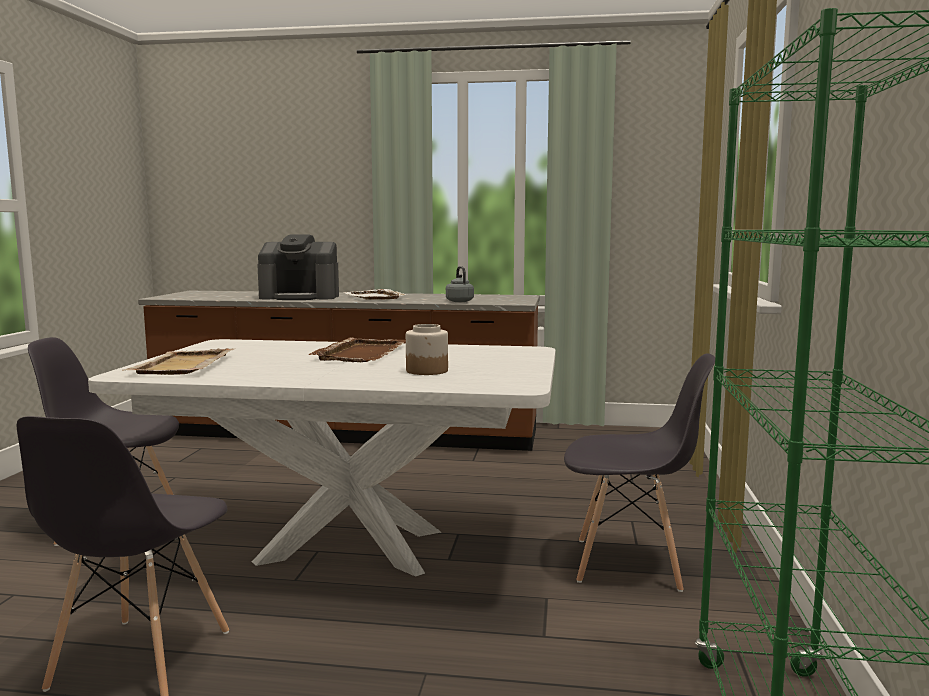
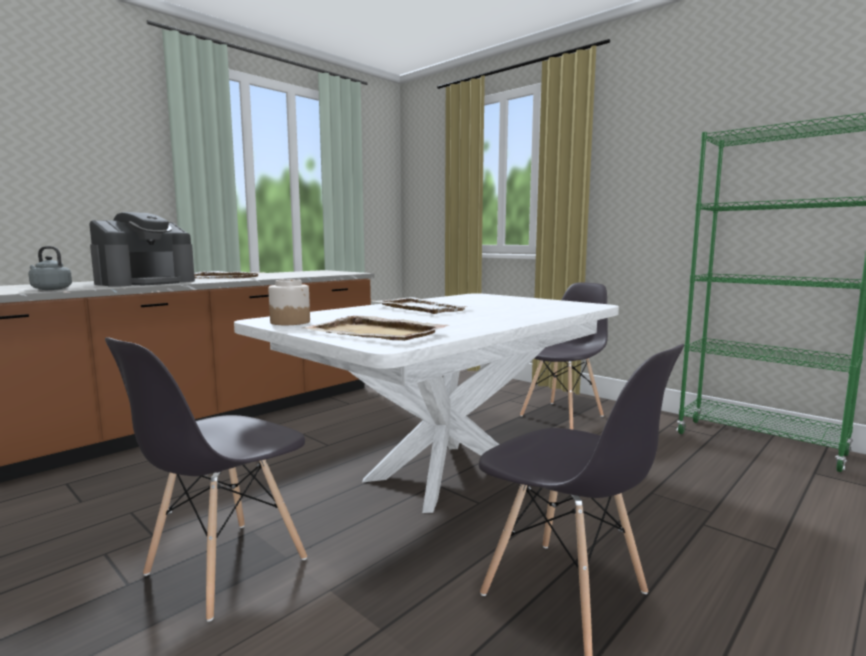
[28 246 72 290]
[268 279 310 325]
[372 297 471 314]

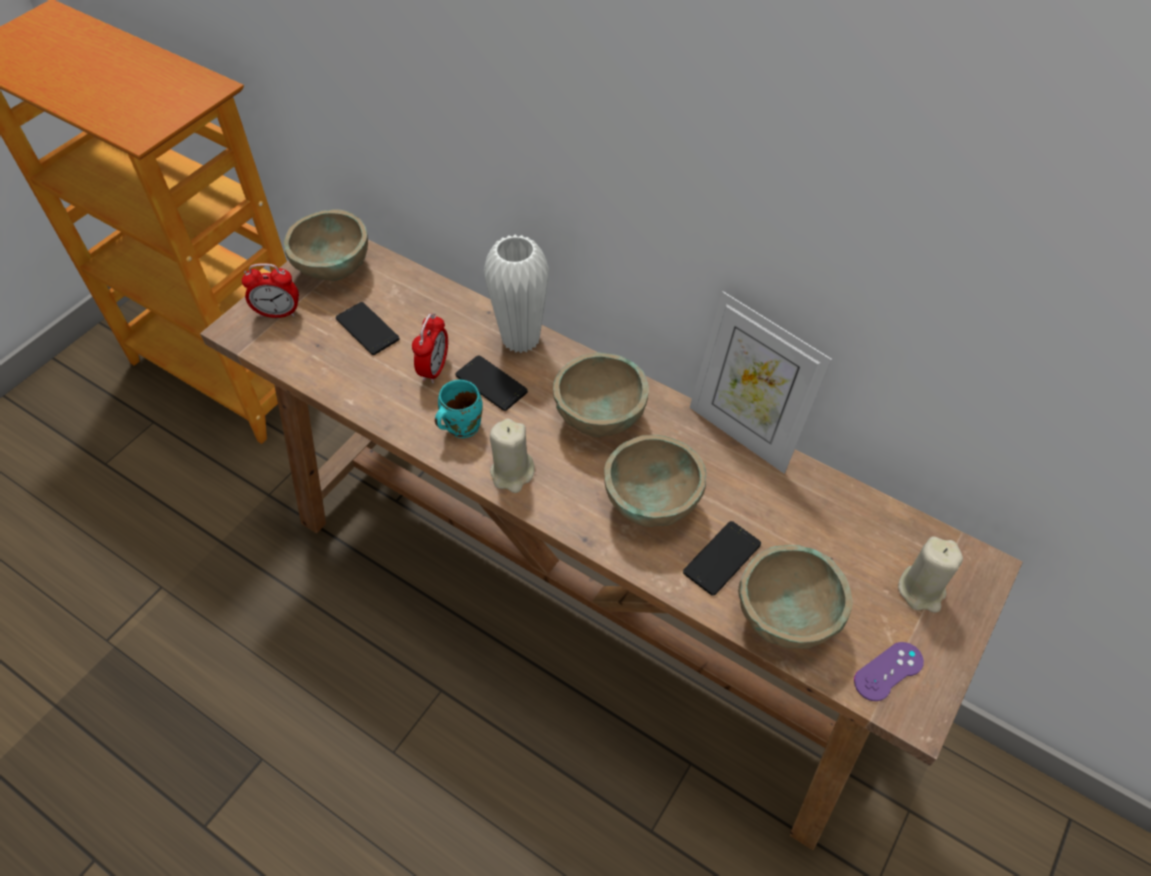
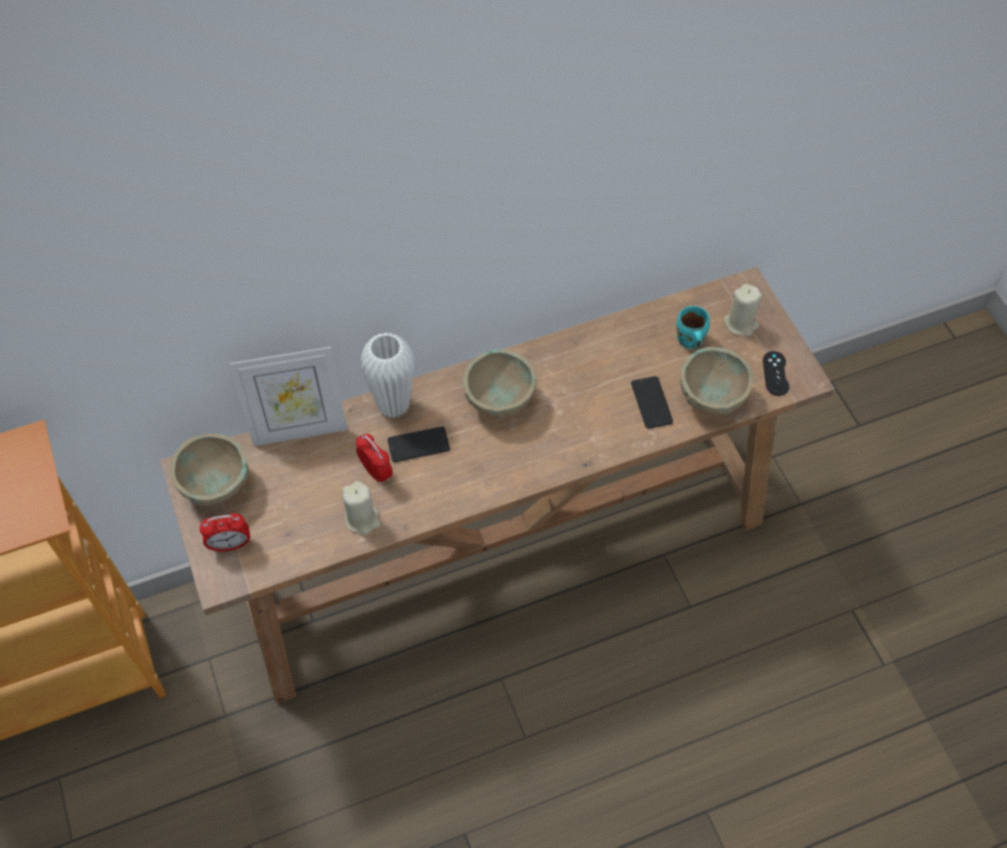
[200 513 250 552]
[229 347 347 446]
[336 302 400 355] (first image)
[676 306 710 349]
[342 481 381 535]
[604 435 706 527] (first image)
[763 351 789 396]

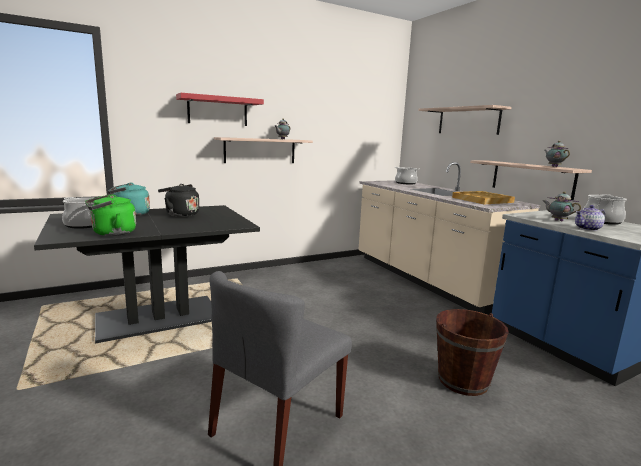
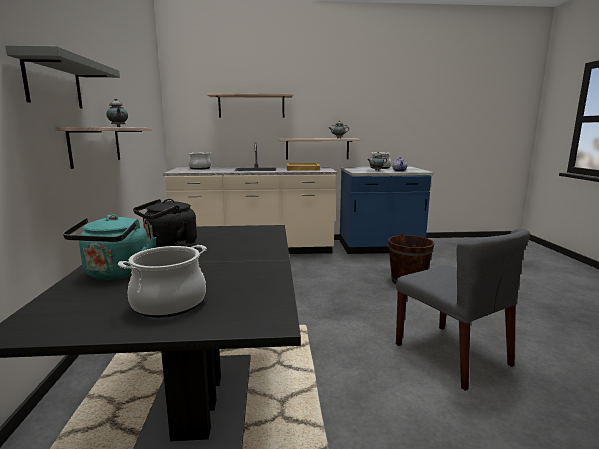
[5 45 120 109]
[85 194 136 236] (first image)

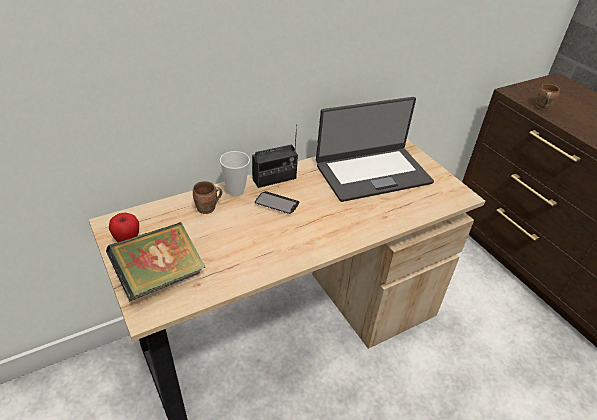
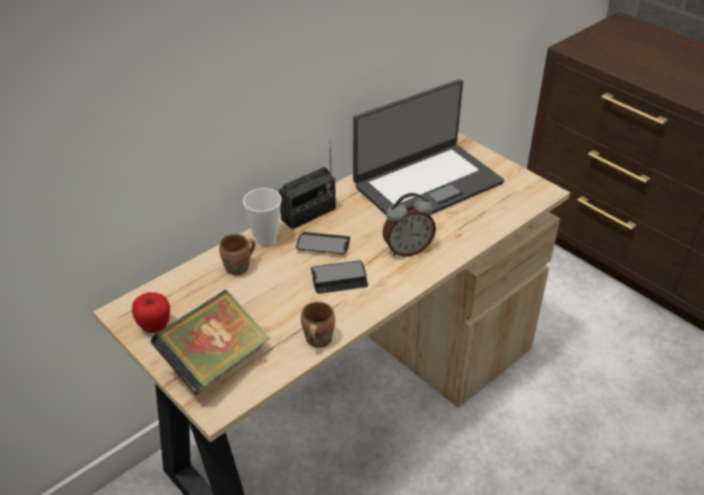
[301 302 335 348]
[383 193 436 257]
[311 260 368 294]

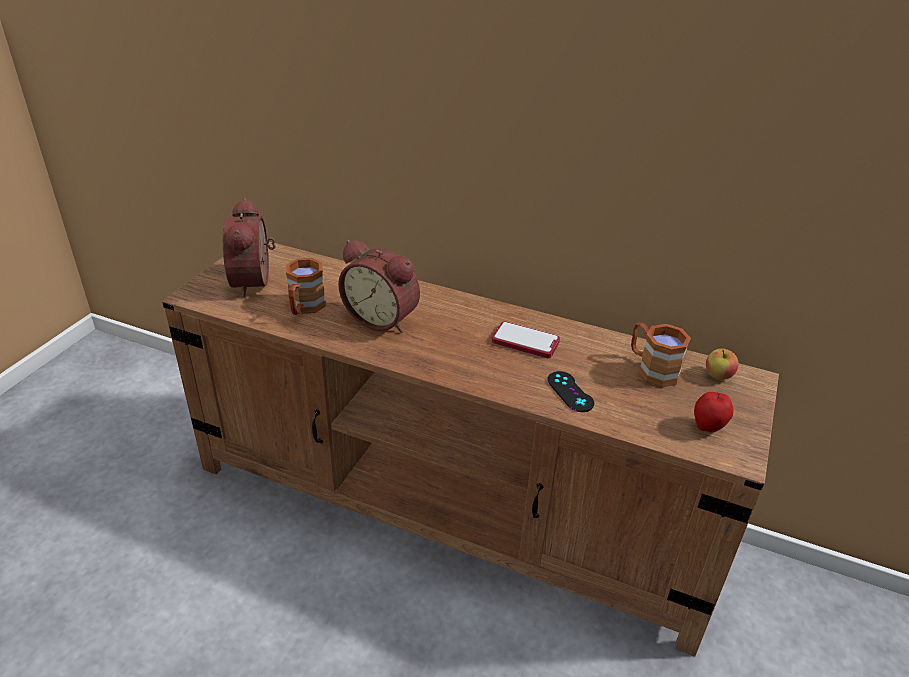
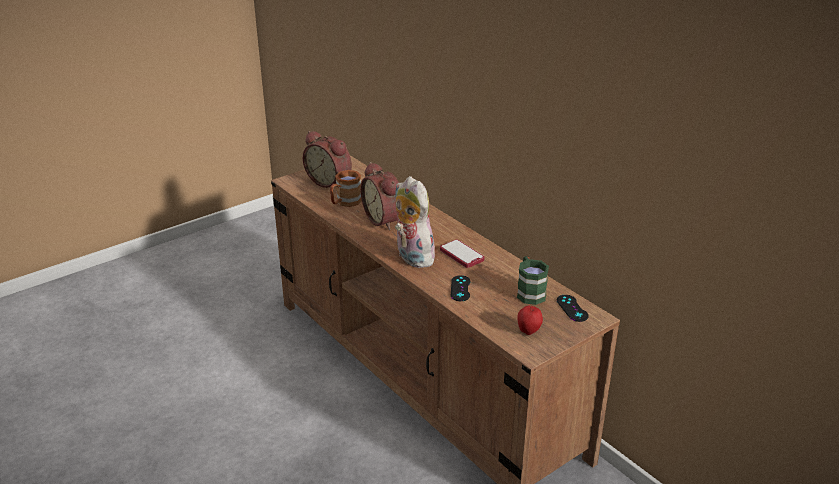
[303 131 352 188]
[517 256 549 305]
[557 295 589 322]
[395 176 435 268]

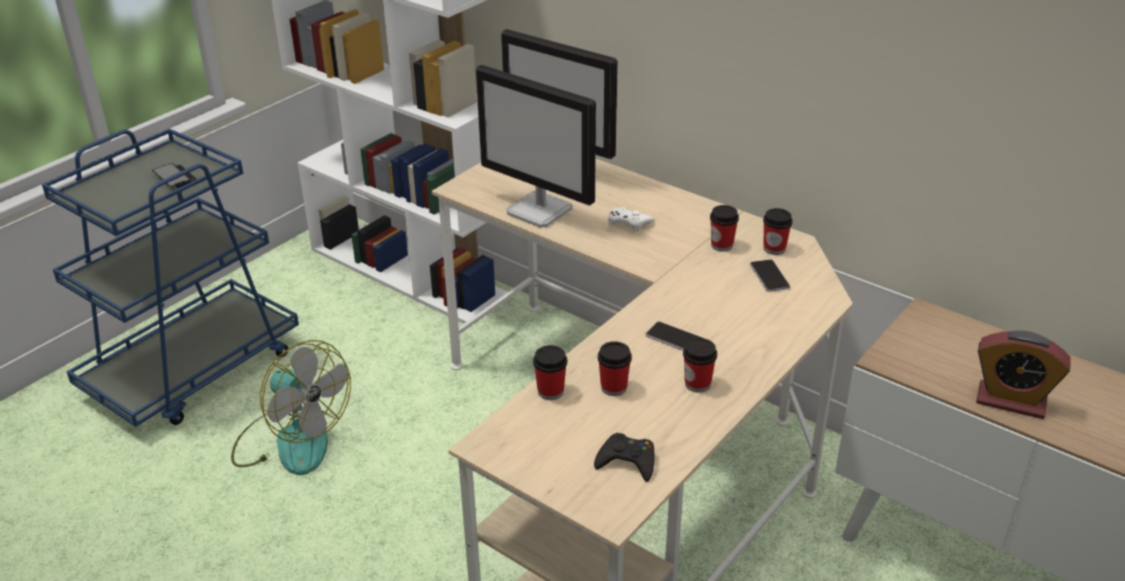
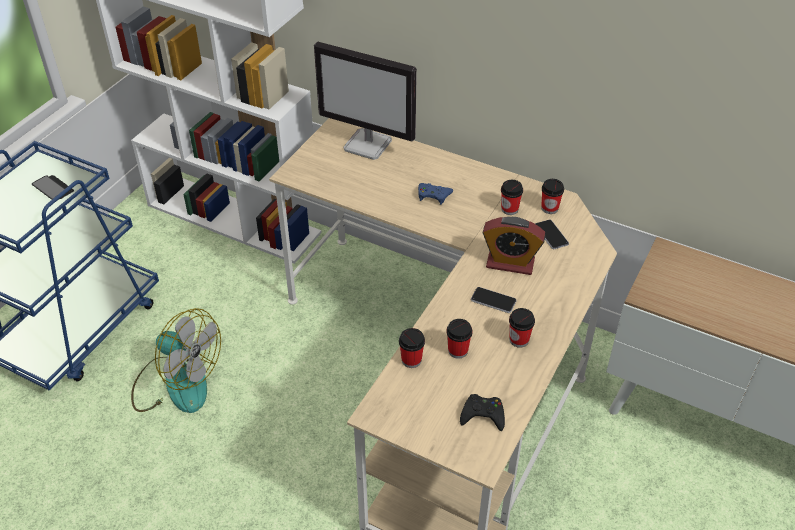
[476 65 596 228] (first image)
[418 183 453 205]
[483 217 545 275]

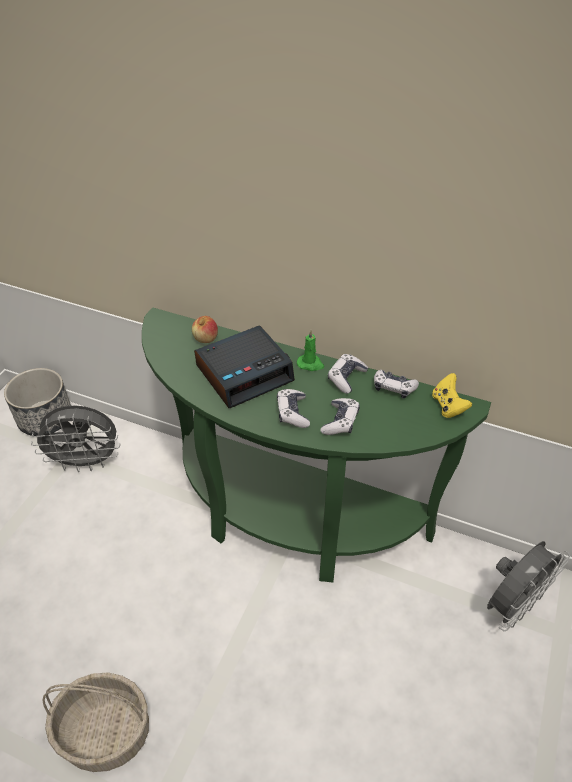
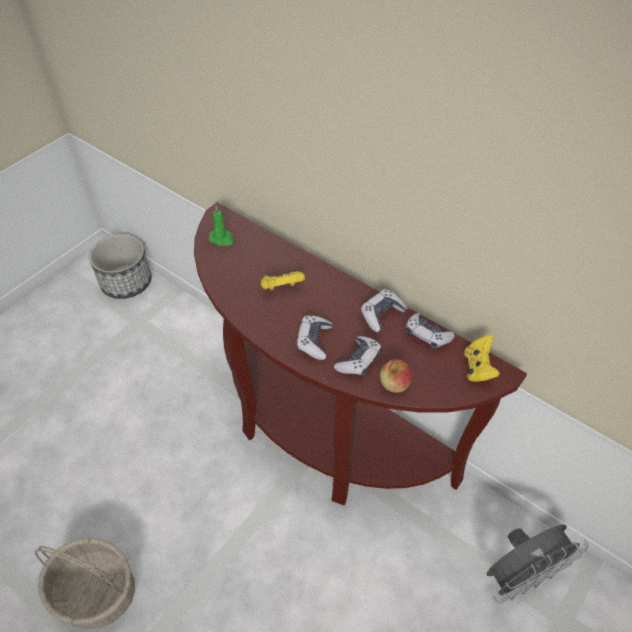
[194 202 527 506]
[380 359 412 393]
[261 271 305 291]
[209 206 234 246]
[31 405 121 472] (first image)

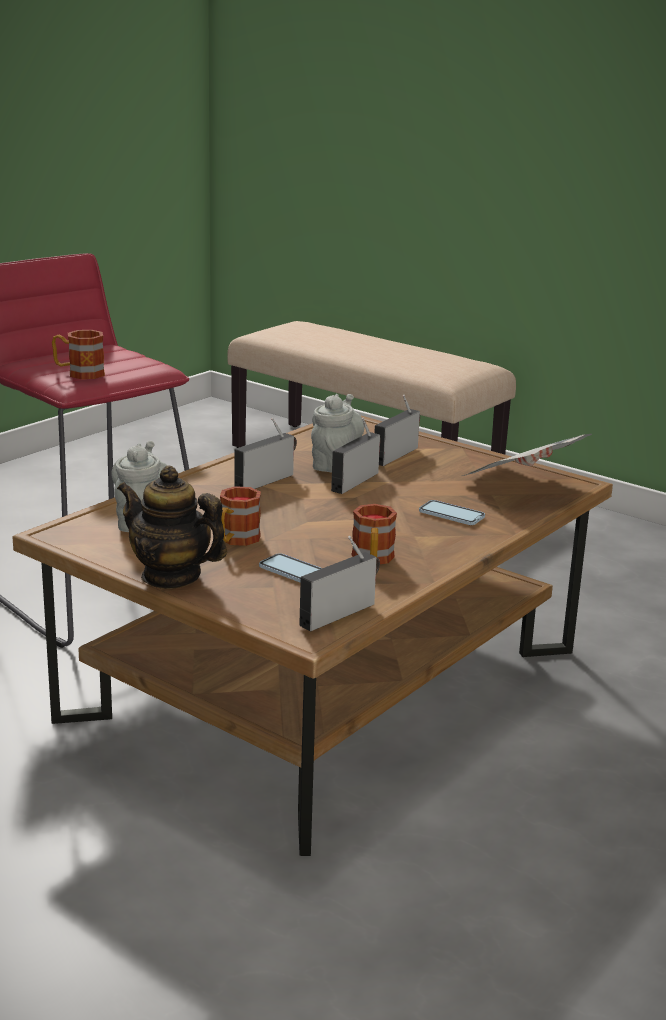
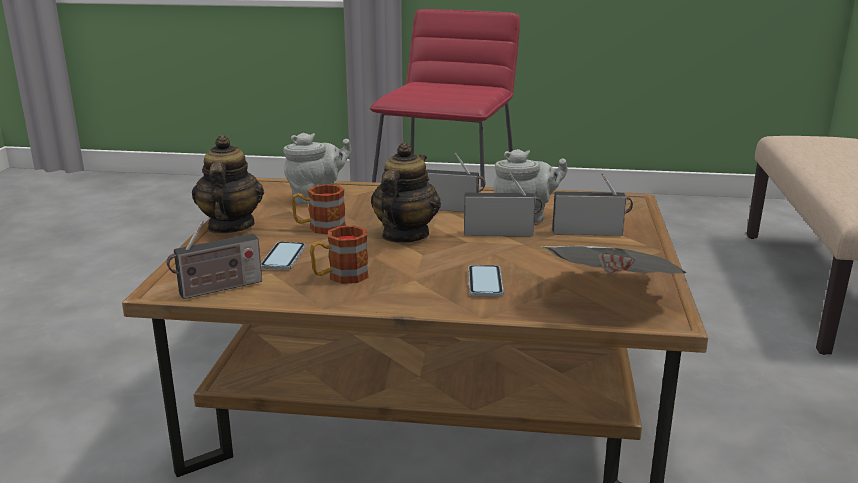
[52 330 105 379] (first image)
[167 221 262 299]
[371 142 441 243]

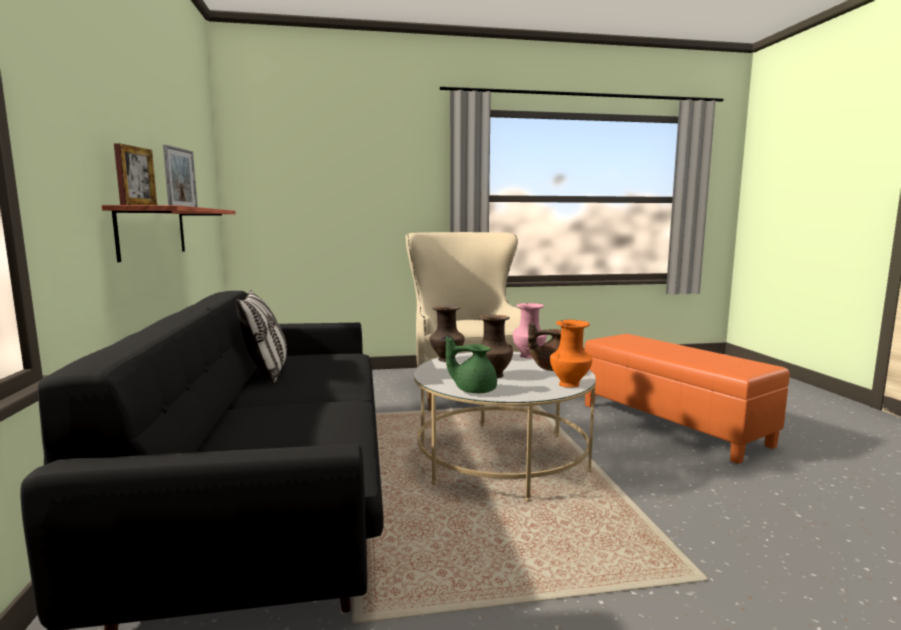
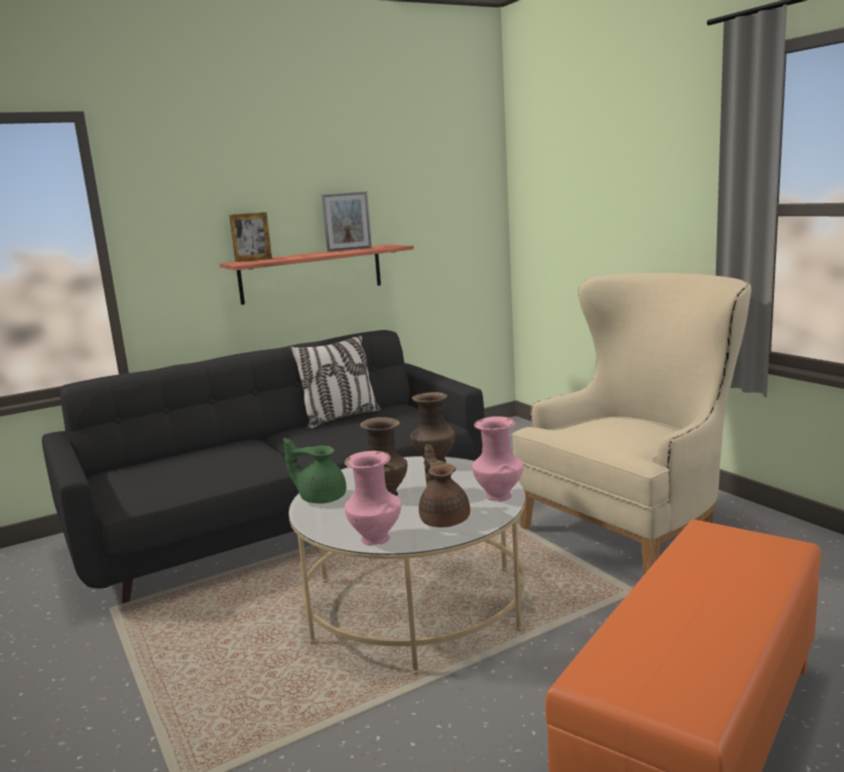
[345 451 402 545]
[284 438 346 504]

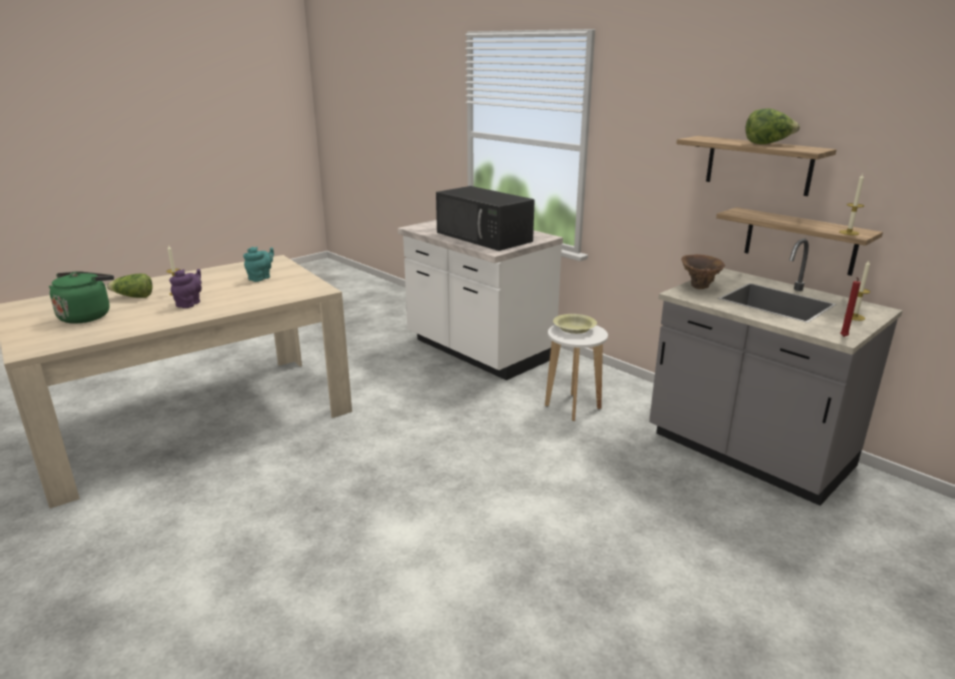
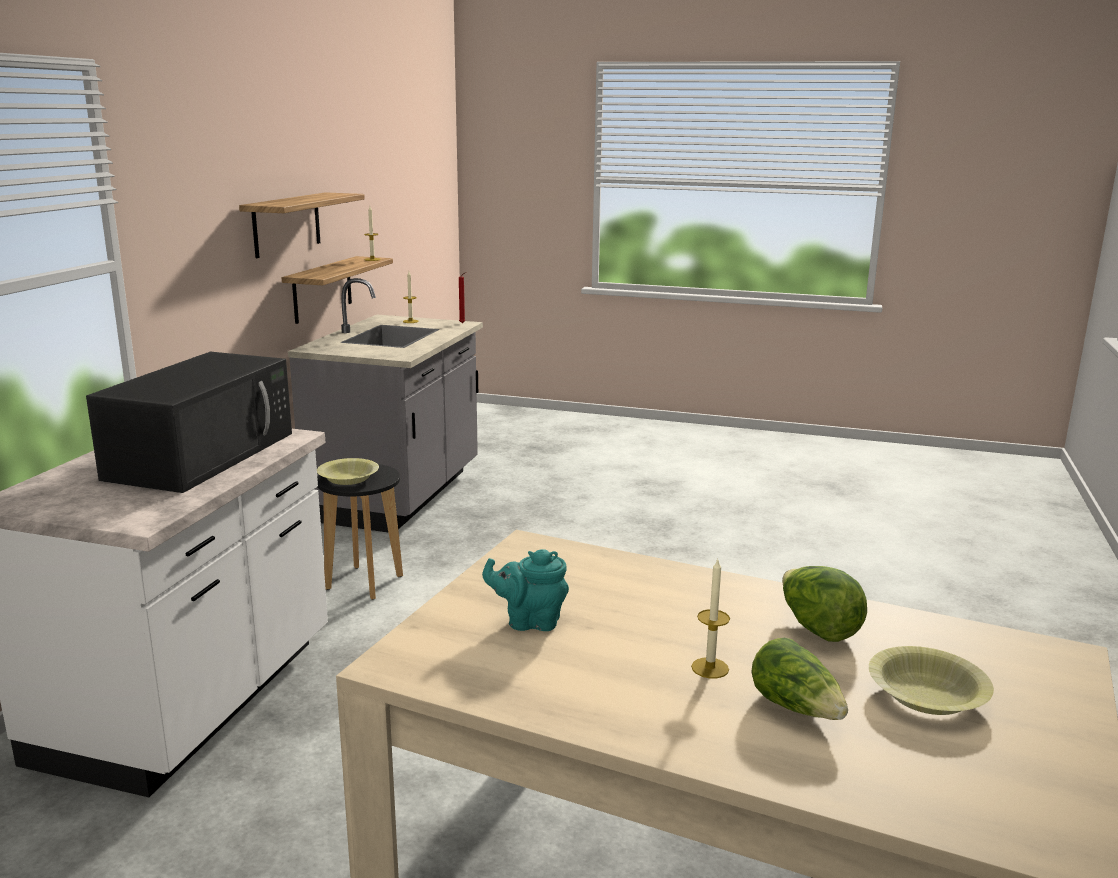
[782 566 867 642]
[681 254 725 289] (first image)
[169 269 202 308] (first image)
[869 646 994 715]
[317 464 403 600]

